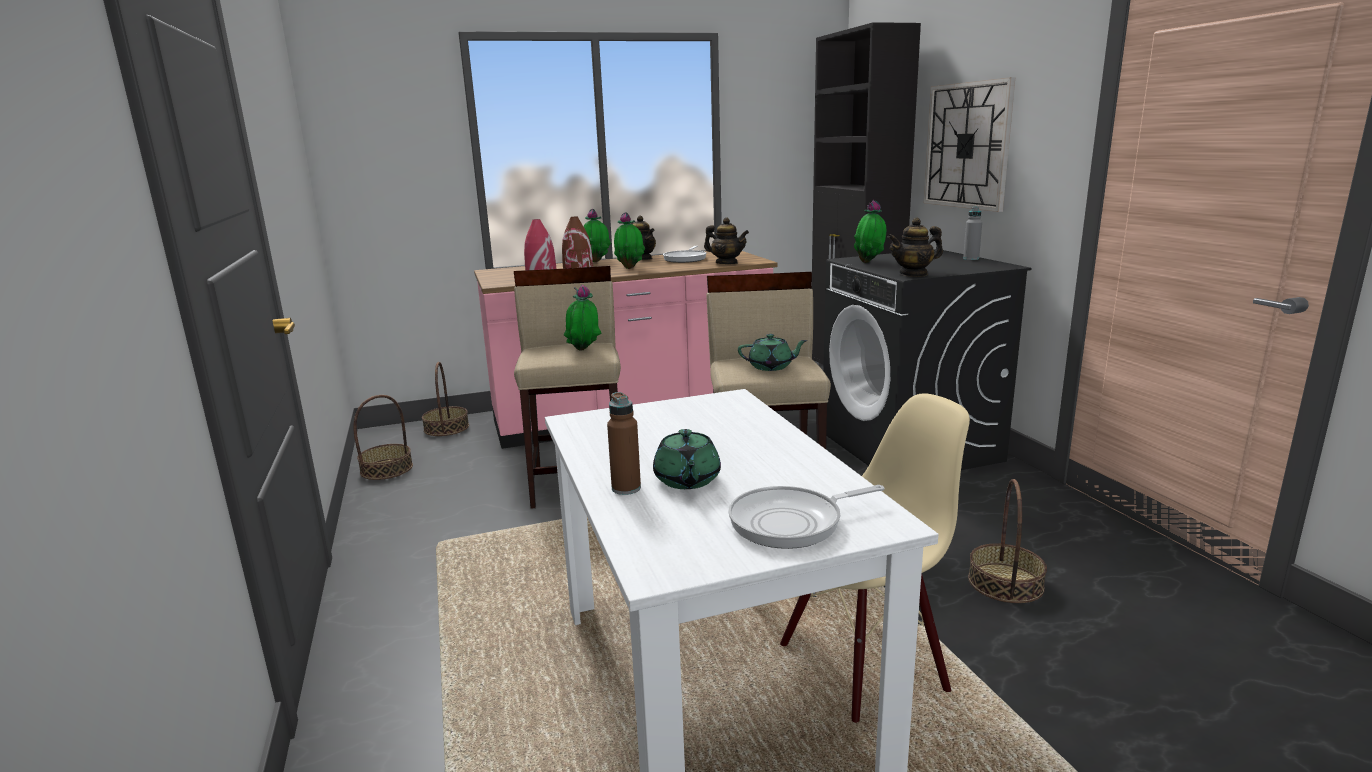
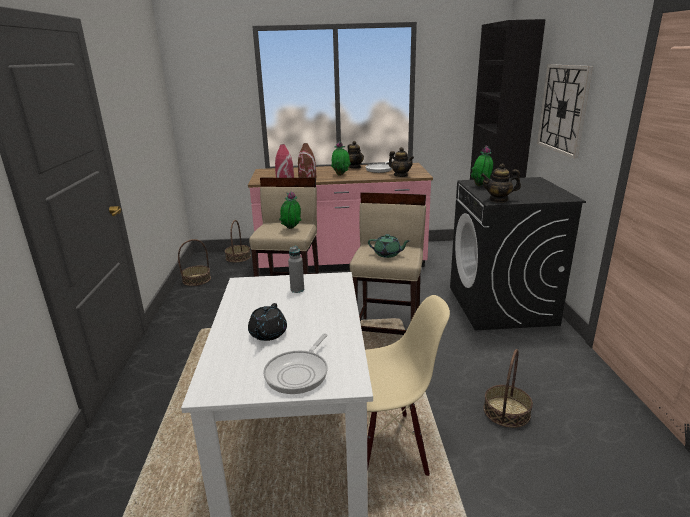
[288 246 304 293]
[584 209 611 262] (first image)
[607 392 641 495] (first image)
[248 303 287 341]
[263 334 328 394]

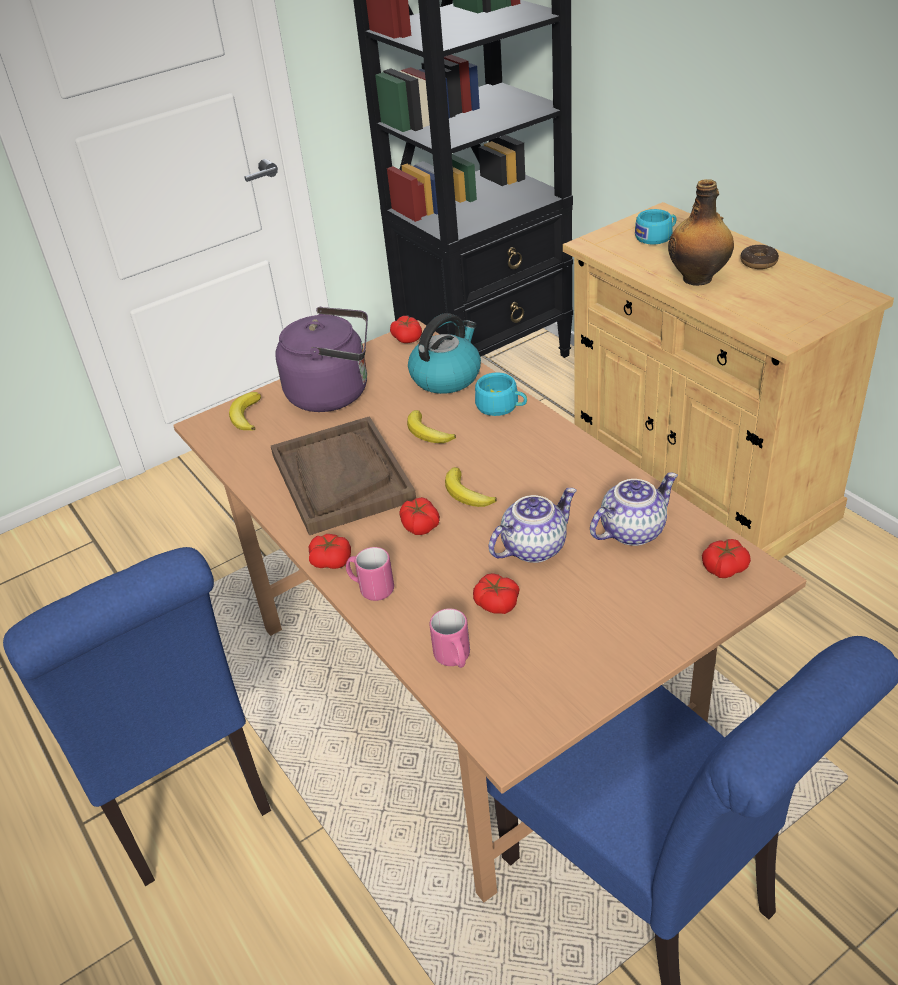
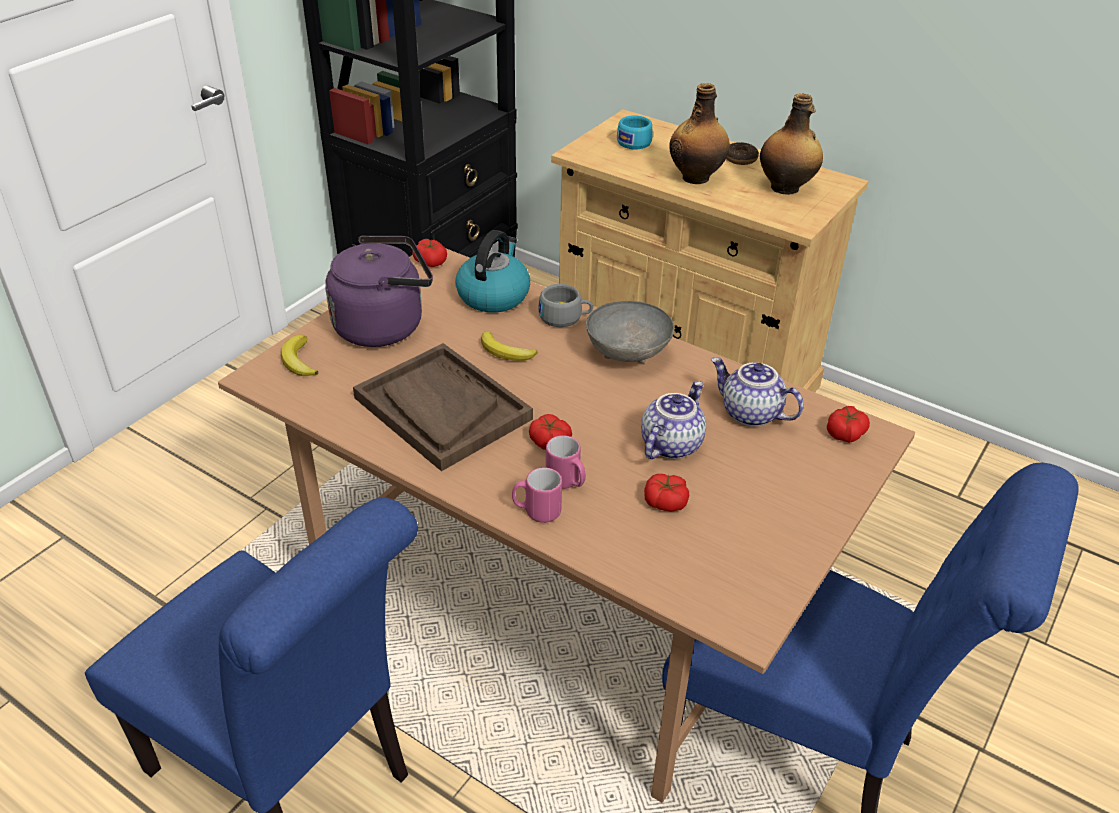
[538 284 593 327]
[445 467 497 507] (first image)
[711 357 804 427]
[309 534 351 569] (first image)
[546 436 586 489]
[760 93 823 195]
[586 301 674 363]

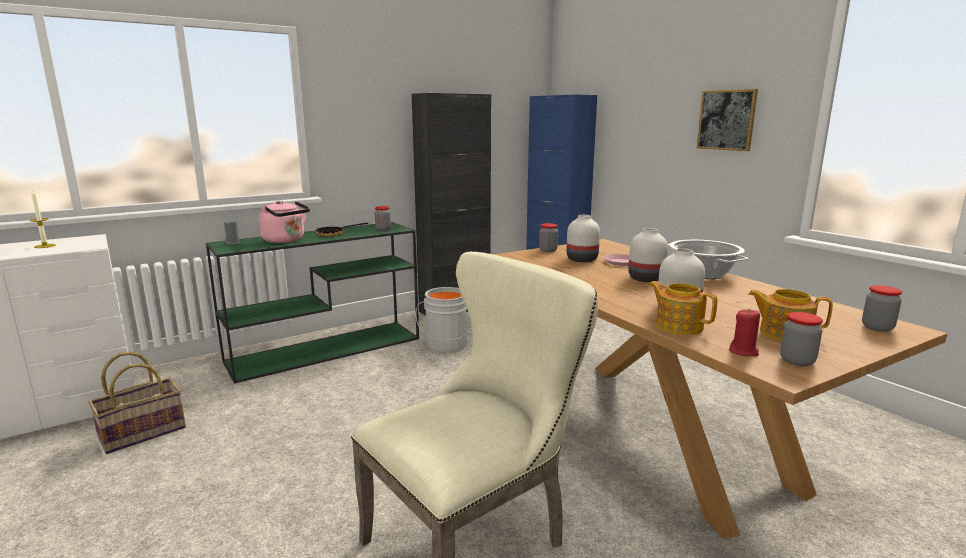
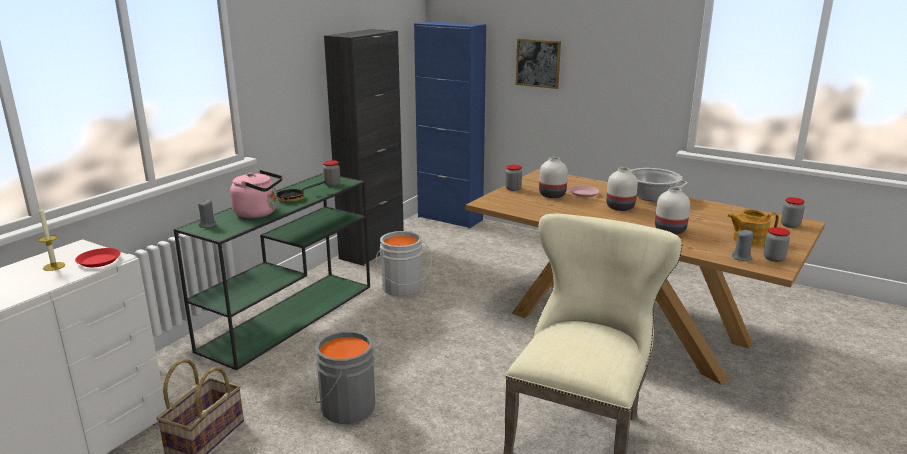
[516 39 561 89]
[649 281 717 335] (first image)
[732 230 753 261]
[75 248 121 267]
[315 331 375 424]

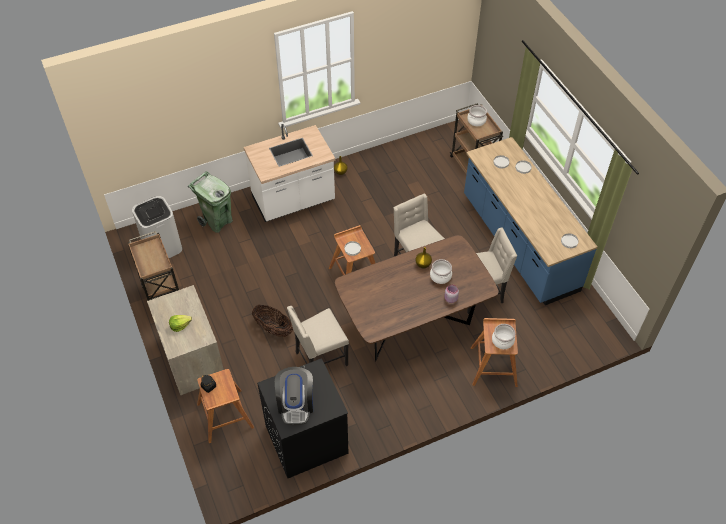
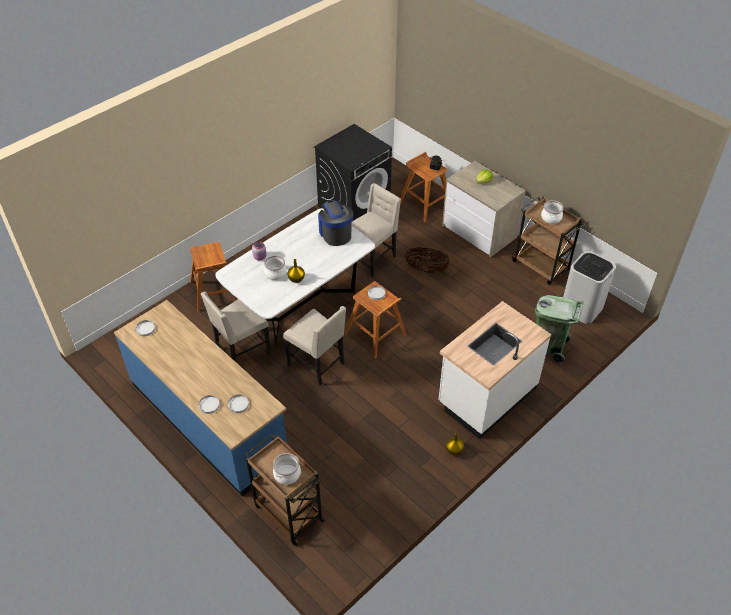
[215 208 375 347]
[541 200 564 224]
[318 200 353 246]

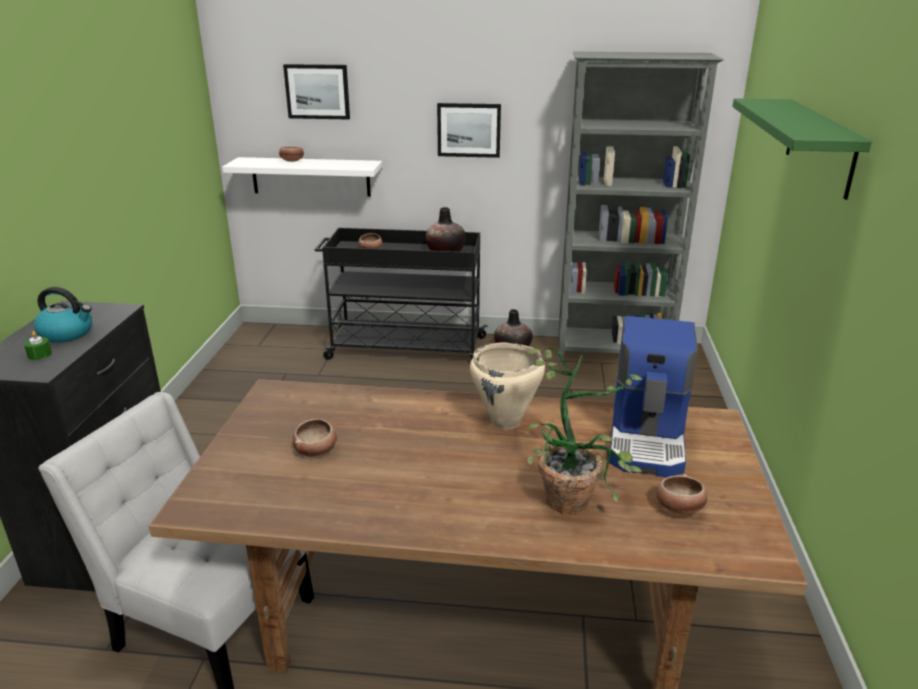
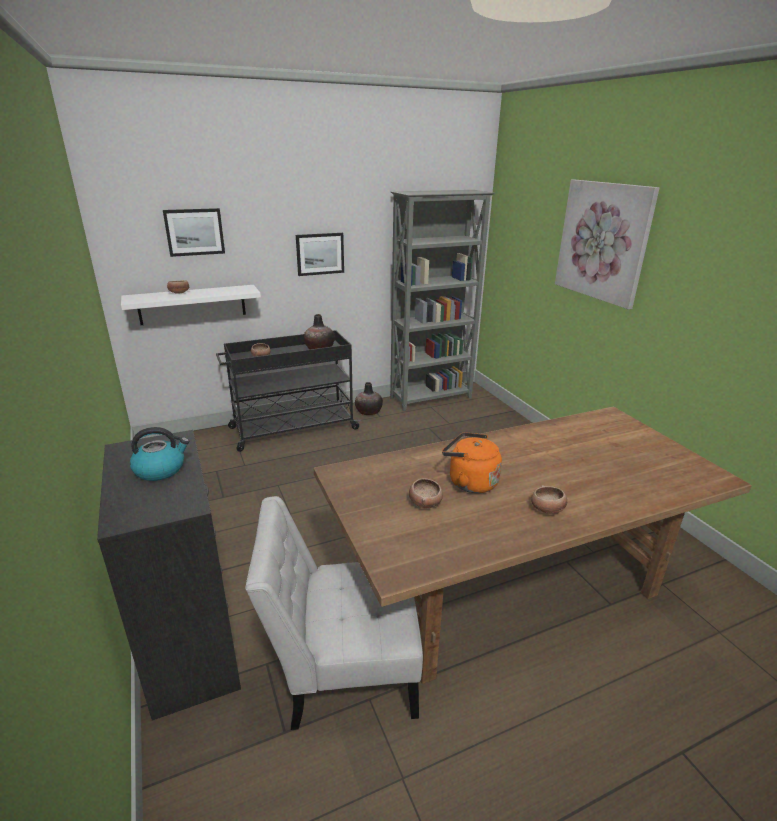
[555 180 660 309]
[609 316 698 477] (first image)
[24 331 52 360] (first image)
[470 343 545 429] (first image)
[527 348 643 514] (first image)
[531 485 567 514]
[442 432 502 493]

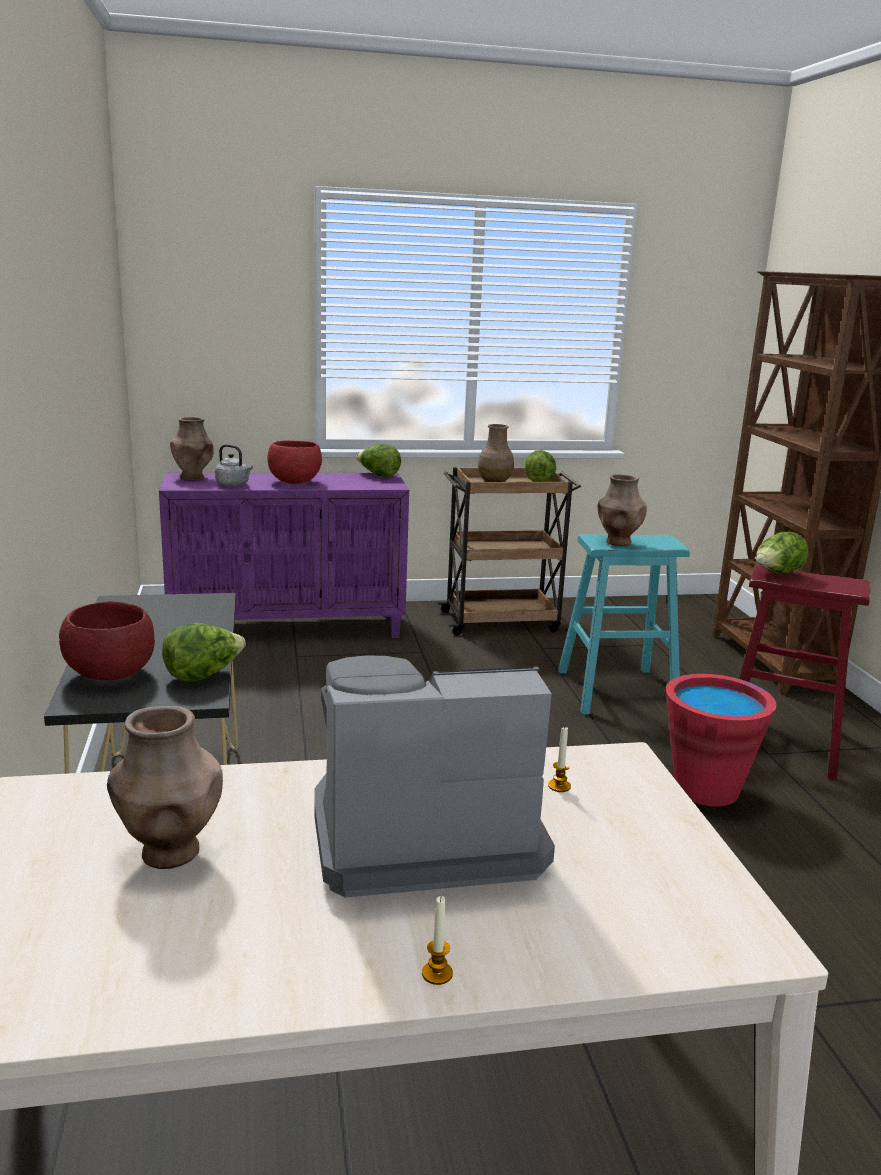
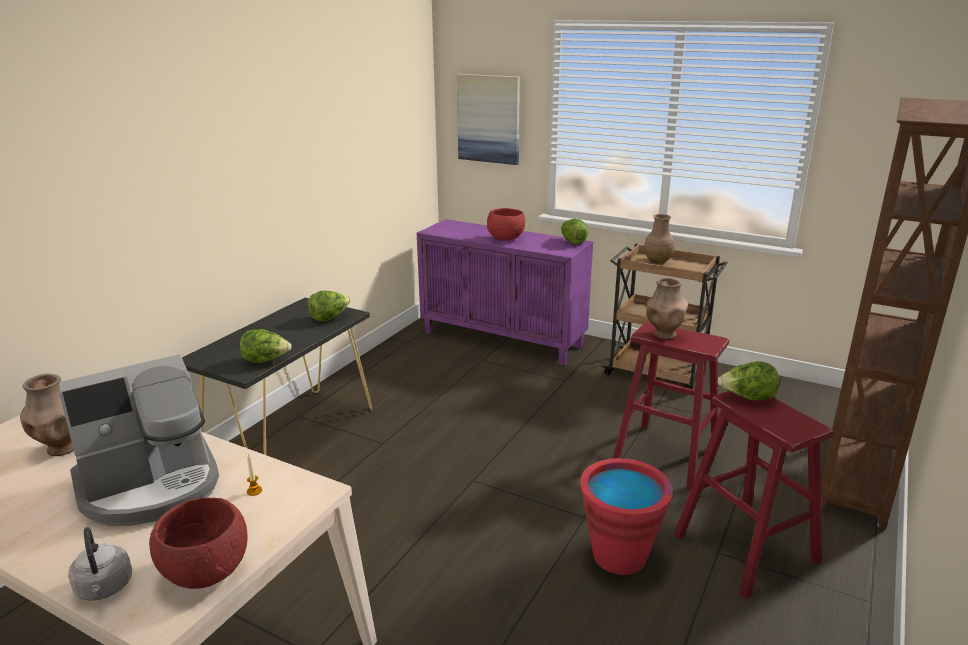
[170 416 213 480] (first image)
[68 527 132 601]
[307 290 351 321]
[612 321 729 490]
[149 498 248 589]
[59 354 219 526]
[422 896 453 985] (first image)
[457 74 520 165]

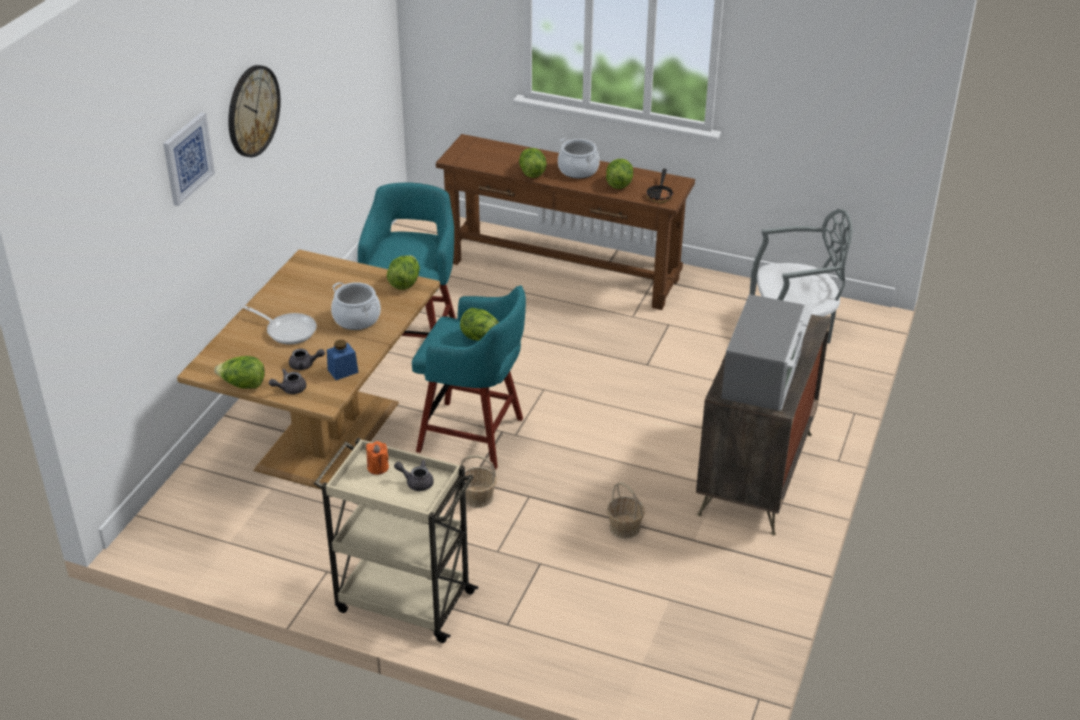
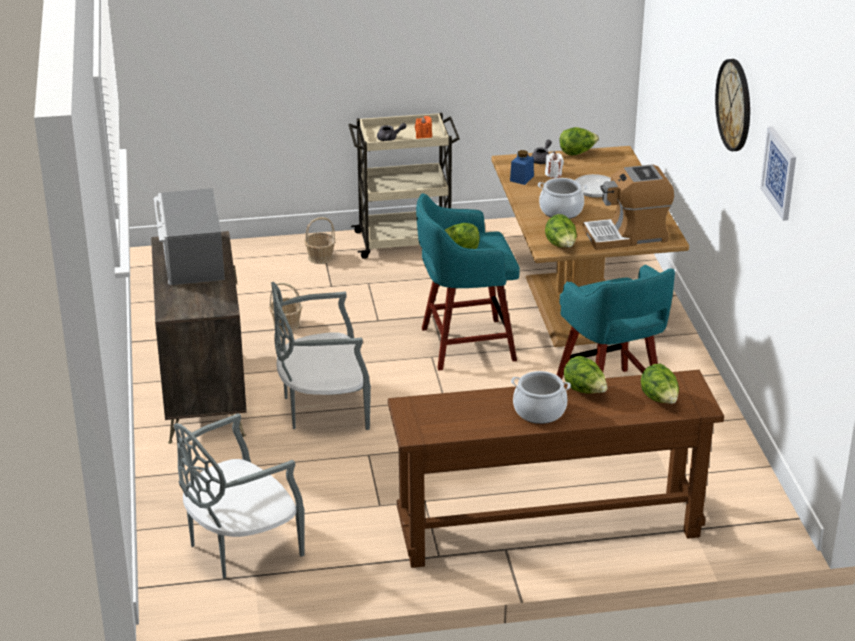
[760 126 796 221]
[641 364 679 404]
[646 169 674 203] (first image)
[545 153 564 178]
[304 217 336 264]
[583 164 674 250]
[271 282 371 430]

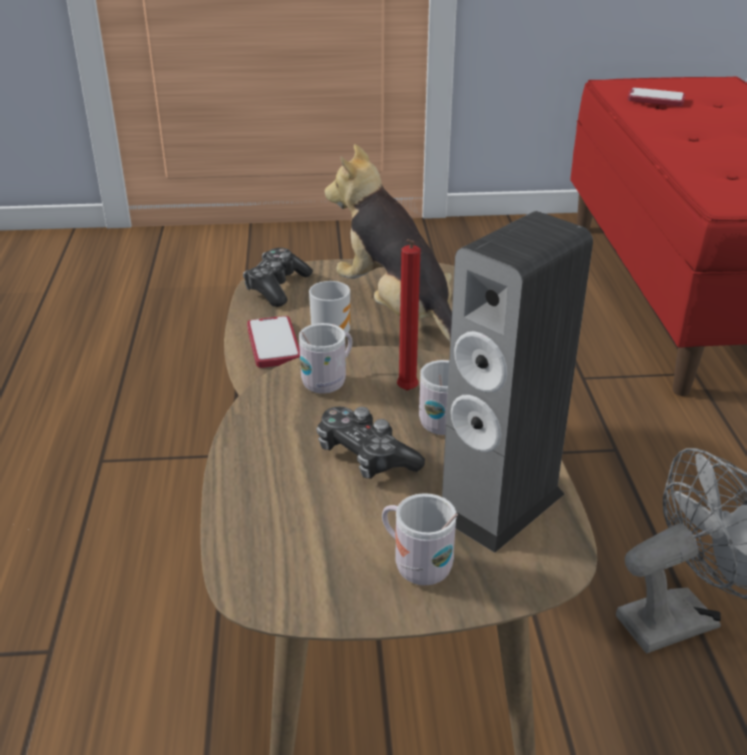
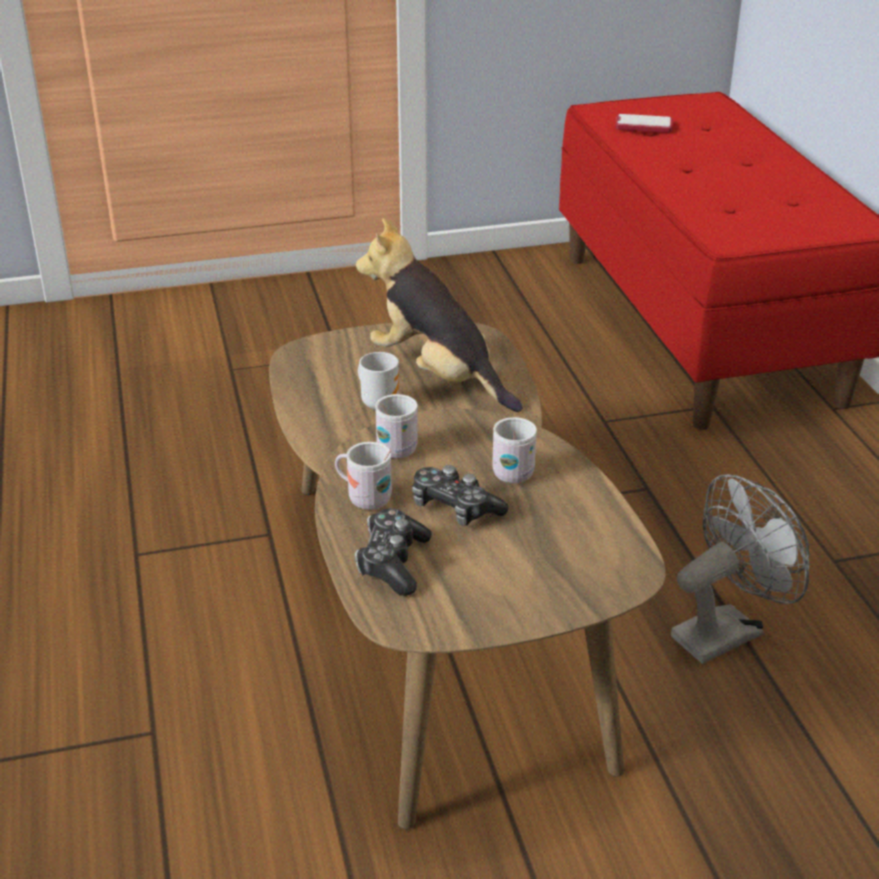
[442 211 593 553] (first image)
[397 239 421 391] (first image)
[355 508 432 596]
[247 316 300 368] (first image)
[335 442 392 510]

